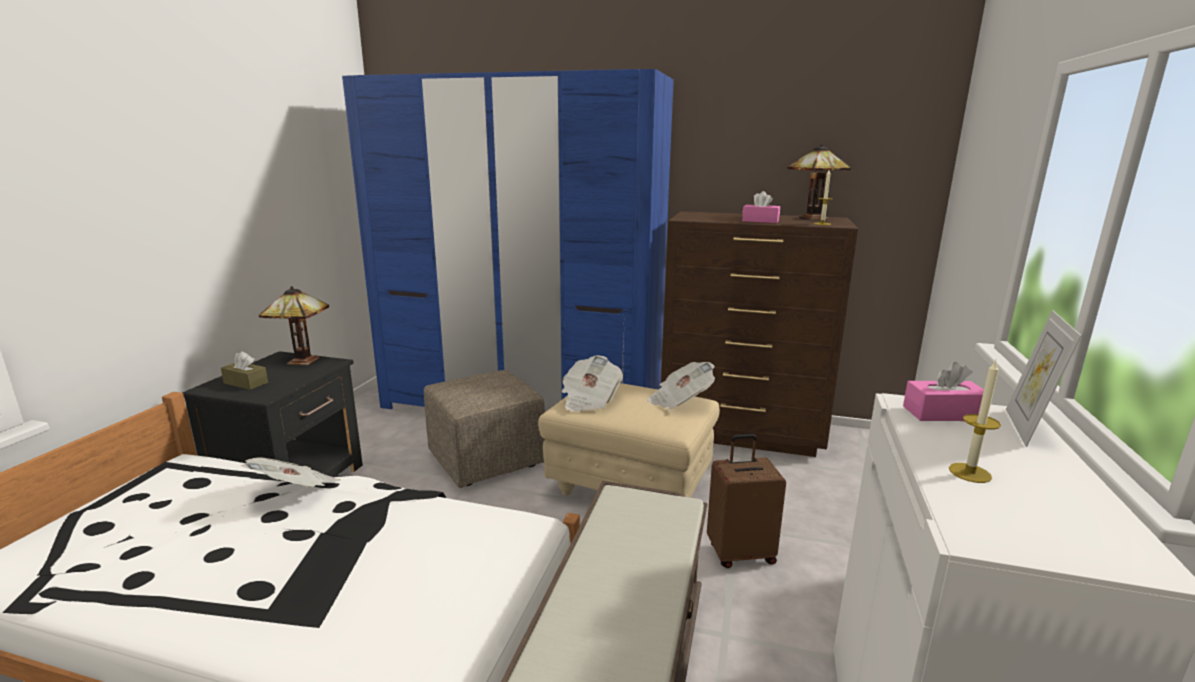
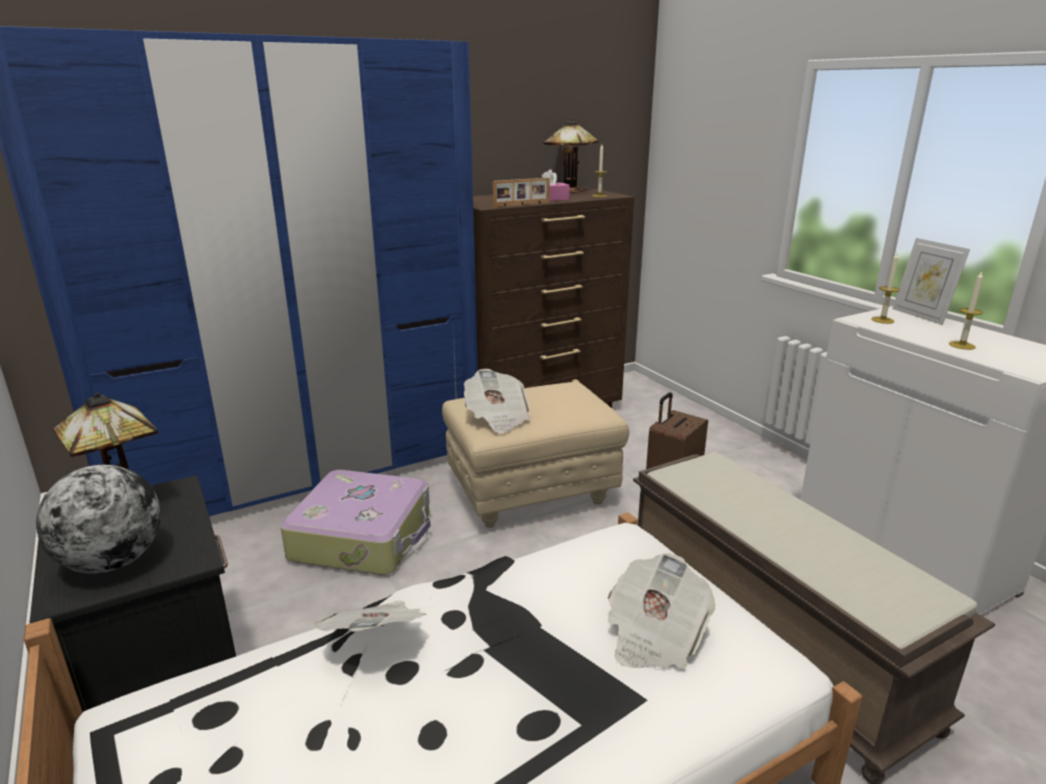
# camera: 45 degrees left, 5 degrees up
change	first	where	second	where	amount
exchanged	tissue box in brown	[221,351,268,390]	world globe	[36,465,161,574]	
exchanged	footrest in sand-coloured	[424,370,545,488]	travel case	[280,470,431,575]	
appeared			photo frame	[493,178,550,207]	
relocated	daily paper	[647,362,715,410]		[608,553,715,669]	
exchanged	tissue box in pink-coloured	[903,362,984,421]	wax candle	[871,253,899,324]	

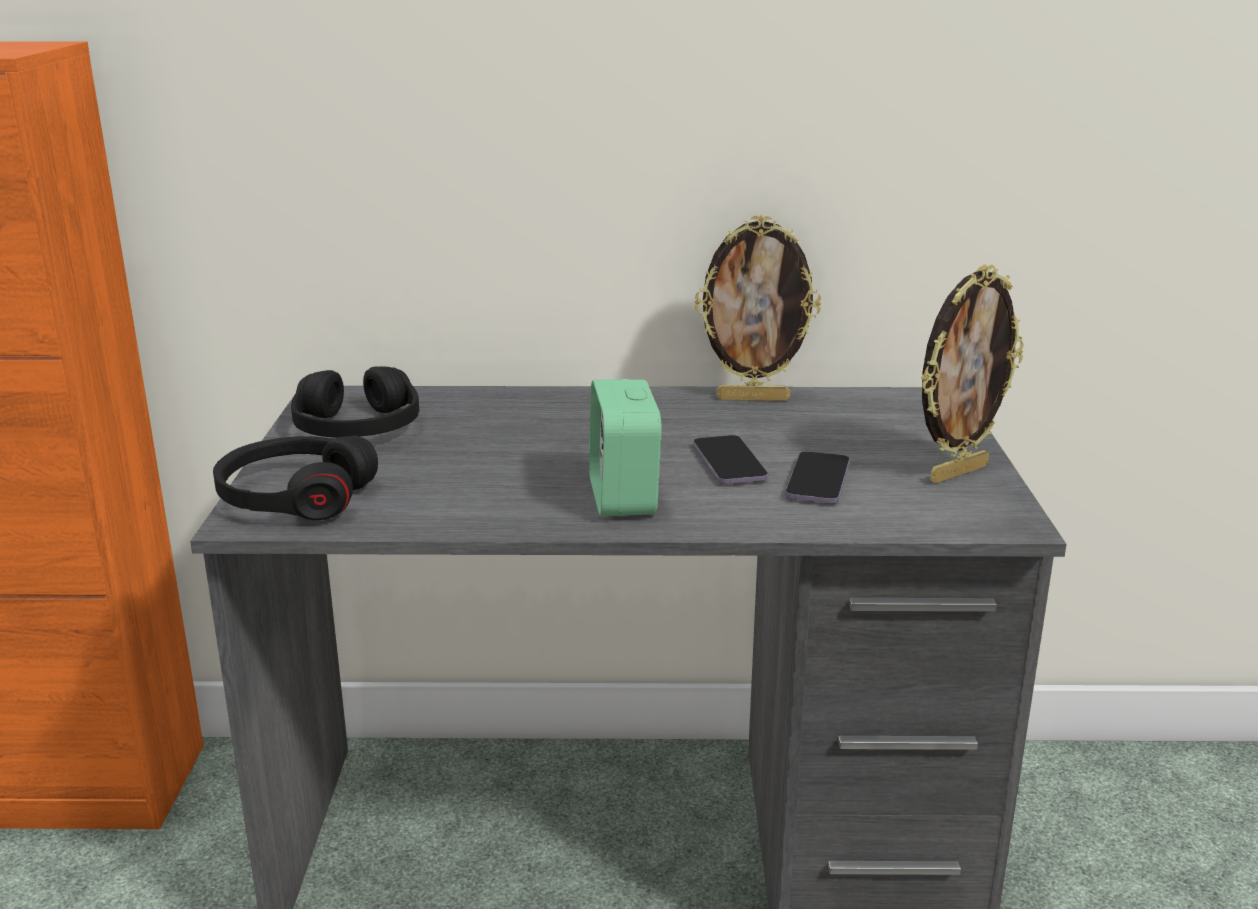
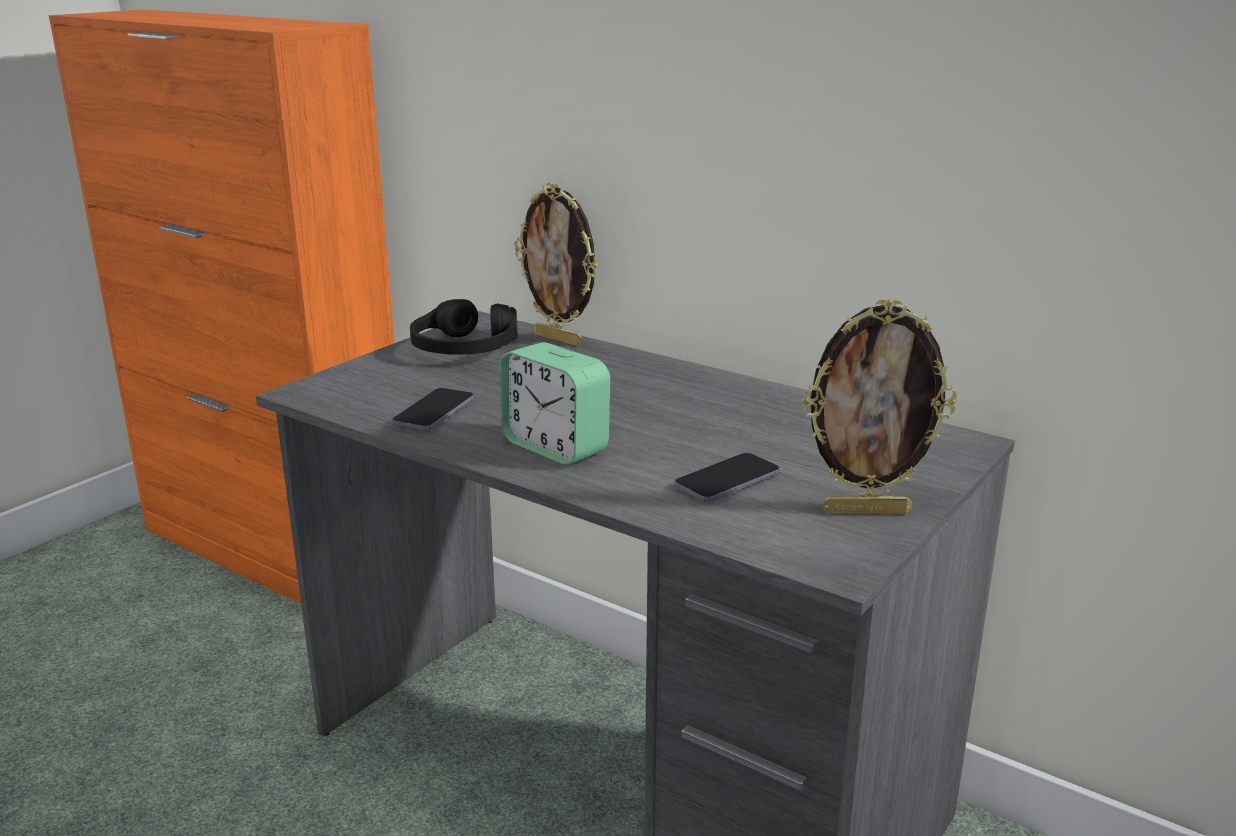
# camera: 35 degrees right, 0 degrees up
change	first	where	second	where	amount
relocated	telephone	[693,435,768,485]		[392,388,474,430]	
spun	table clock	[589,379,662,516]		[500,342,610,465]	75 degrees counterclockwise
relocated	photo frame	[694,215,821,401]		[514,182,598,346]	
missing	headset in black-coloured	[213,435,378,520]			

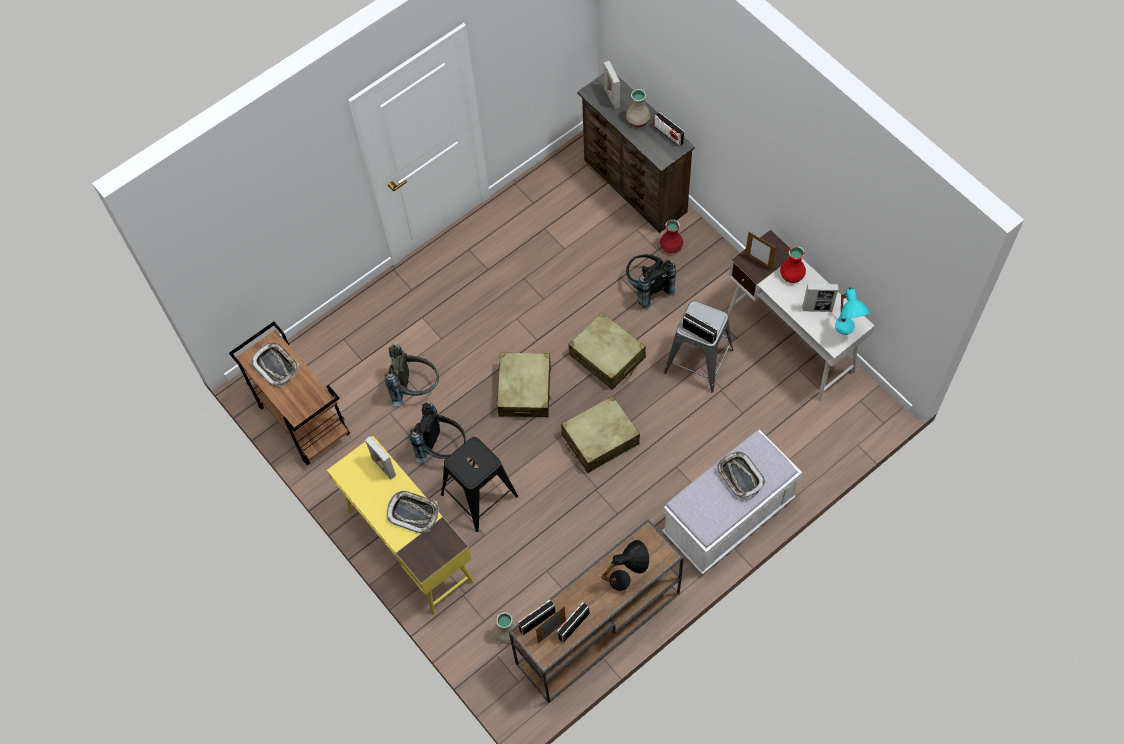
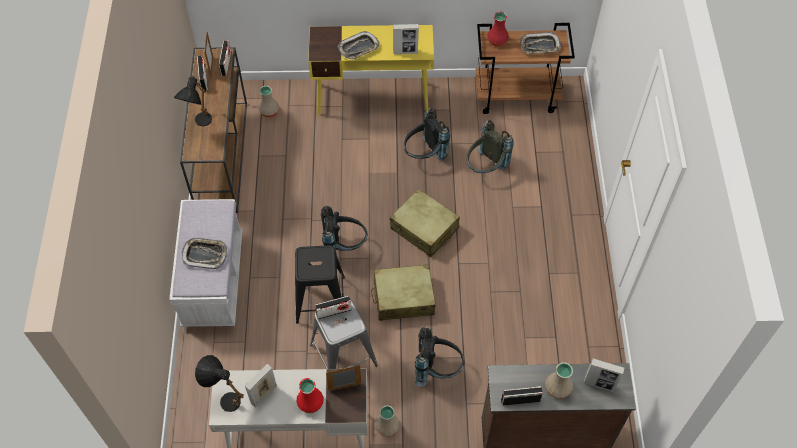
# camera: 125 degrees right, 5 degrees down
change	first	where	second	where	amount
colour	lamp for a table in turquoise	[835,287,871,335]	lamp for a table in black-coloured	[195,355,244,412]	
relocated	stool in black-coloured	[441,437,518,532]		[295,245,347,324]	
exchanged	travel case in sand-coloured	[561,395,640,473]	rucksack in black-coloured	[321,205,368,254]	
appeared			vase in sand-coloured	[375,405,400,437]	
relocated	vase in reddish	[660,219,683,254]		[487,12,509,46]	

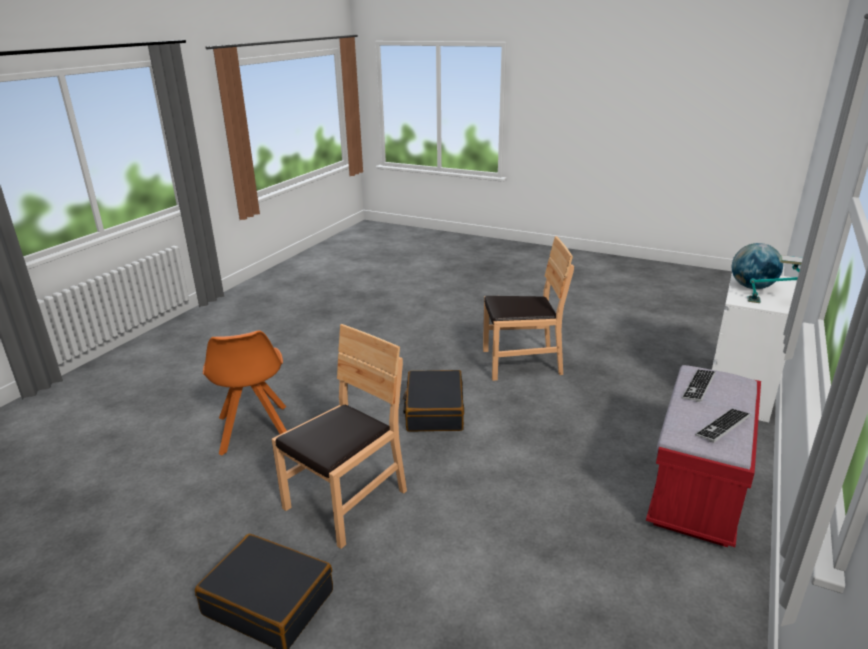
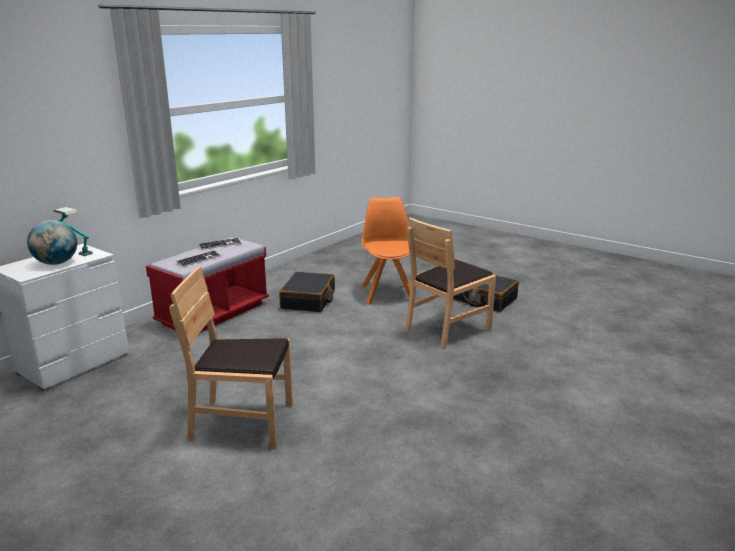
# camera: 170 degrees left, 5 degrees down
change	first	where	second	where	amount
relocated	travel case in black-coloured	[403,370,464,432]		[279,272,335,312]	
relocated	chair in orange	[203,330,287,455]		[361,196,416,305]	

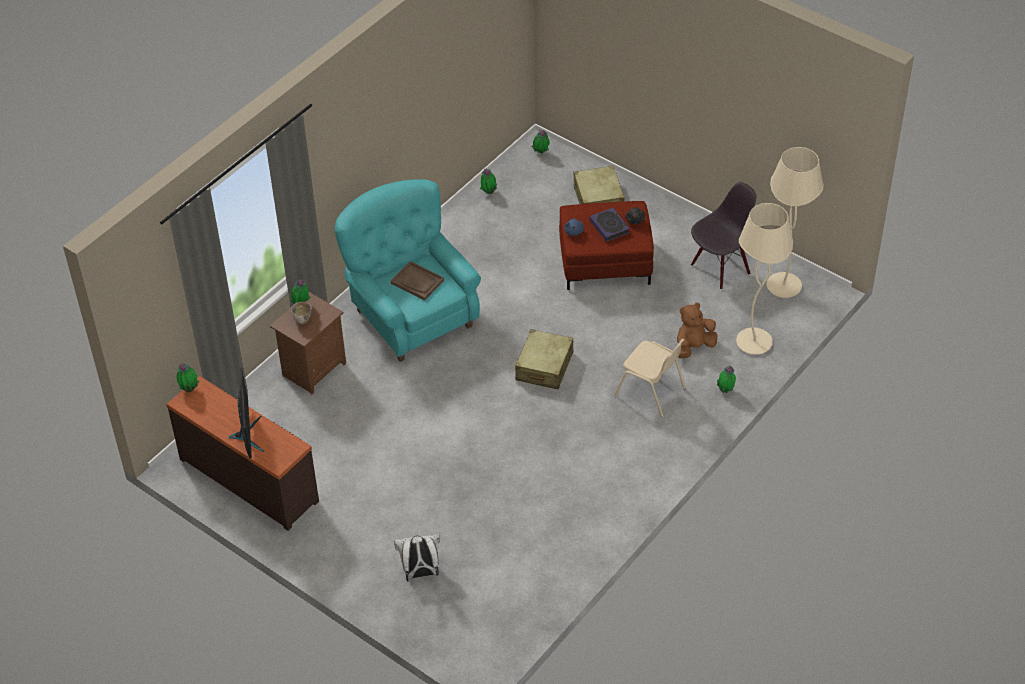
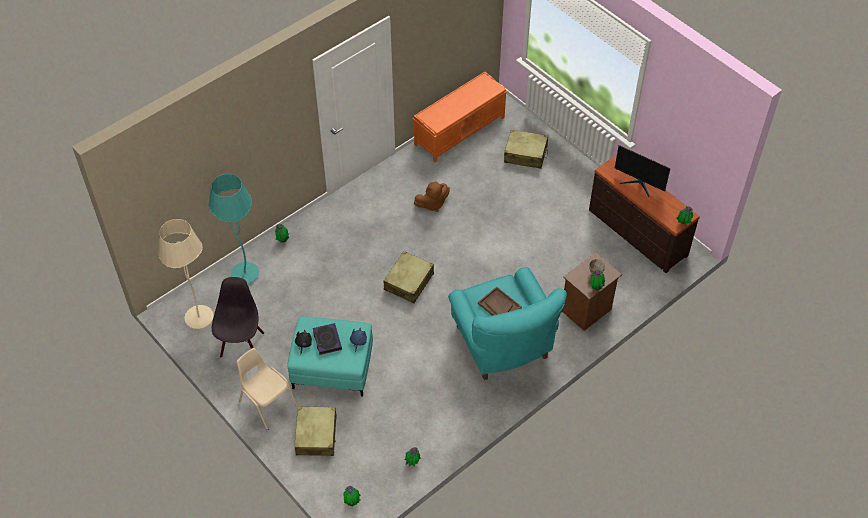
# camera: 170 degrees left, 5 degrees up
change	first	where	second	where	amount
colour	floor lamp in sand-coloured	[736,203,793,355]	floor lamp in turquoise	[208,174,259,284]	
spun	chair in black-coloured	[691,182,756,290]		[212,277,264,358]	120 degrees clockwise
relocated	chair in sand-coloured	[614,339,686,417]		[237,348,298,430]	
colour	footrest in reddish	[559,201,654,290]	footrest in turquoise	[287,316,373,397]	
appeared			bench in orange	[413,72,507,163]	
relocated	soft toy in brown	[677,303,717,358]		[414,182,450,212]	
exchanged	rucksack in white	[394,534,440,582]	travel case in sand-coloured	[504,130,548,169]	
spun	computer screen	[229,367,264,458]		[615,145,670,197]	60 degrees counterclockwise

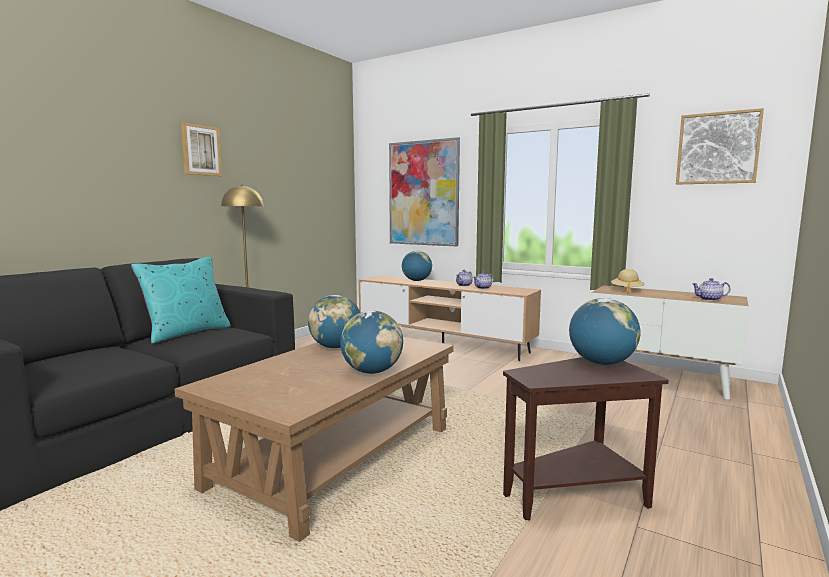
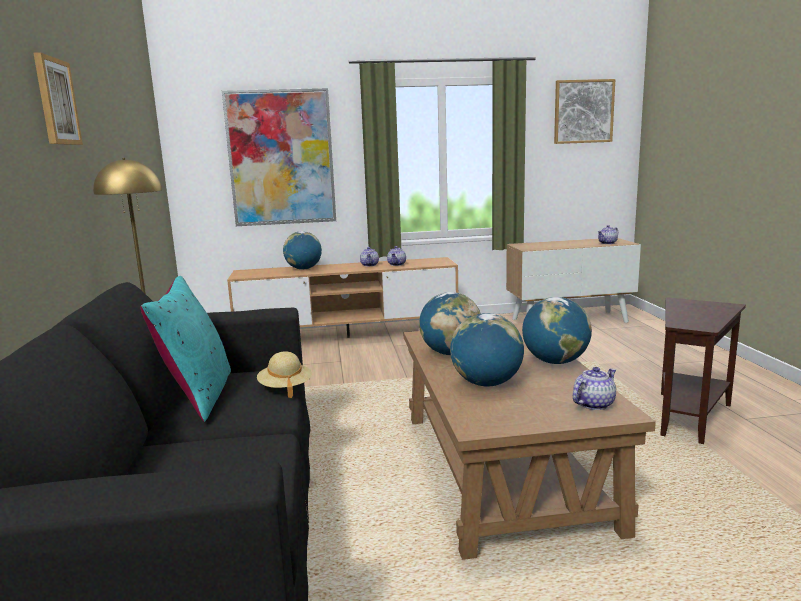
# camera: 40 degrees left, 5 degrees up
change	first	where	second	where	amount
relocated	wearable hat in sand-coloured	[611,269,645,293]		[257,351,312,398]	
relocated	world globe	[569,298,640,365]		[450,313,524,386]	
appeared			teapot	[573,367,616,410]	

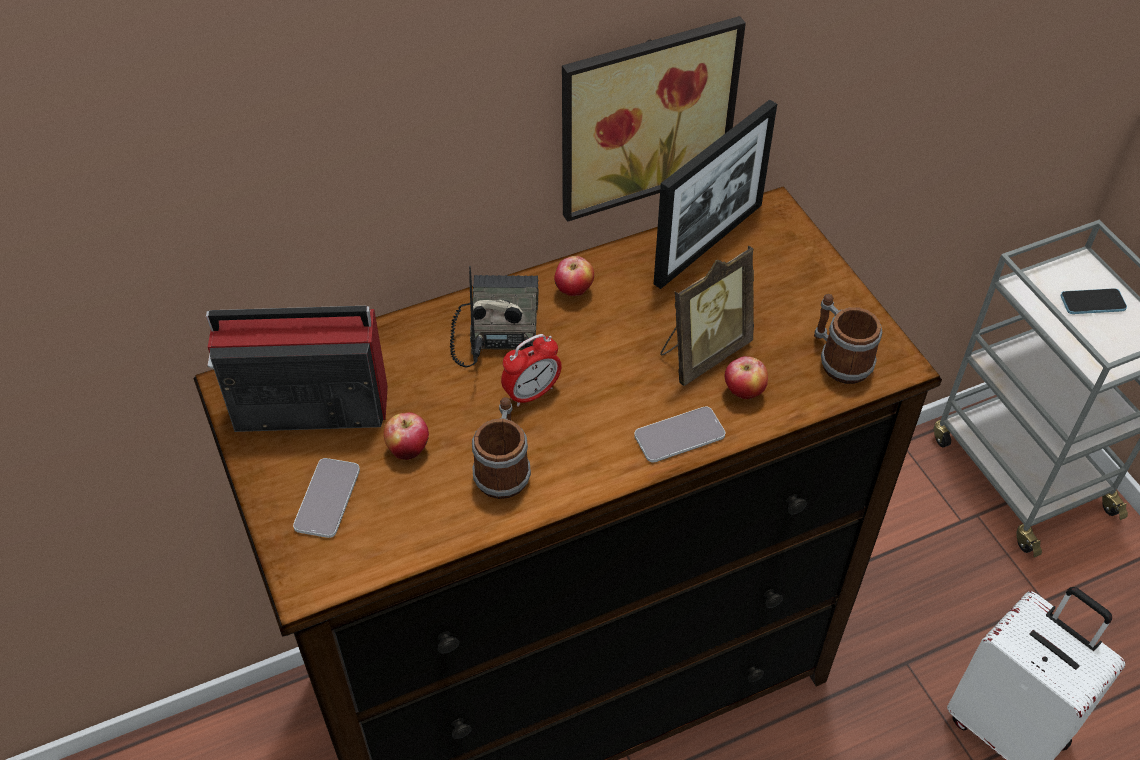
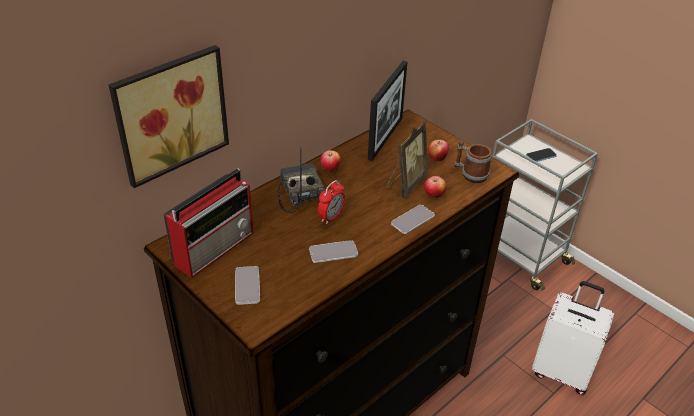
# camera: 20 degrees left, 10 degrees down
change	first	where	second	where	amount
relocated	wall art	[562,16,746,222]		[109,45,229,188]	
spun	radio	[206,306,388,432]		[164,169,253,278]	150 degrees clockwise
exchanged	mug	[472,397,531,499]	telephone	[309,240,358,263]	
relocated	apple fruit	[384,412,429,460]		[428,139,449,161]	

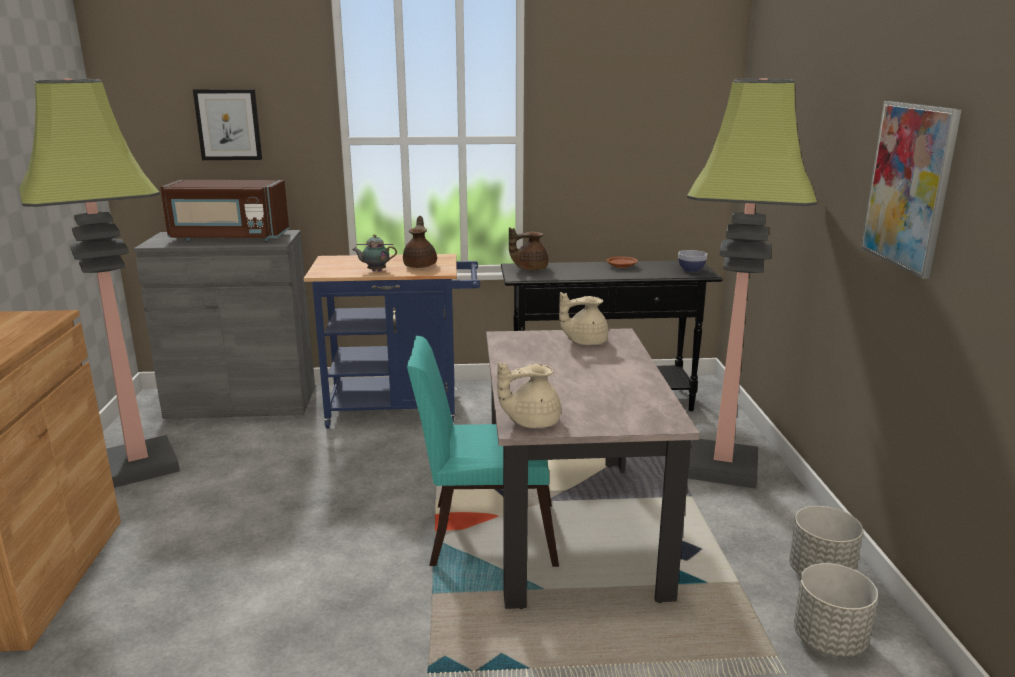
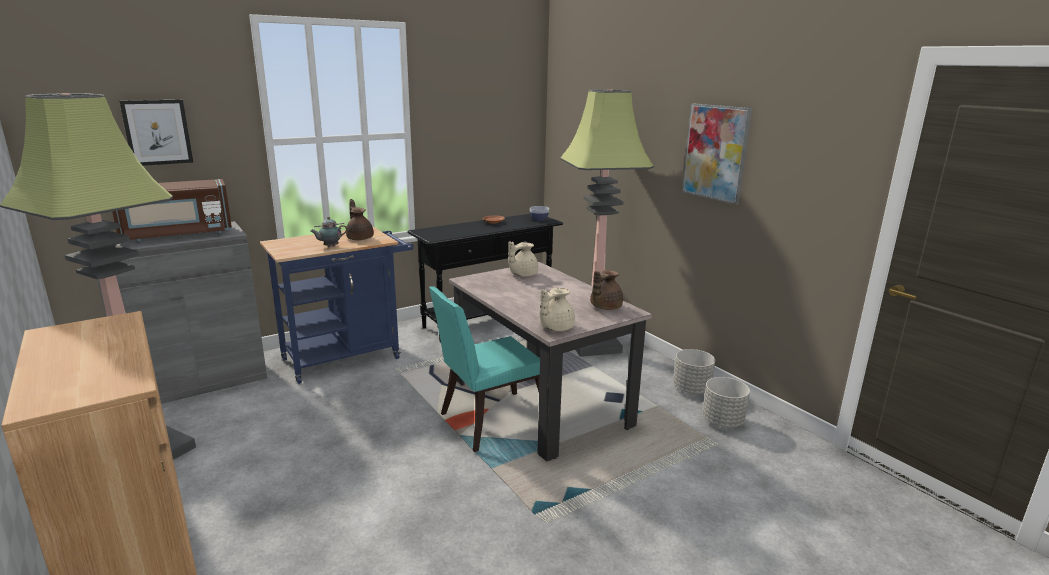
# camera: 30 degrees left, 0 degrees up
change	first	where	second	where	amount
relocated	teapot in brown	[509,228,548,271]		[590,270,623,310]	

